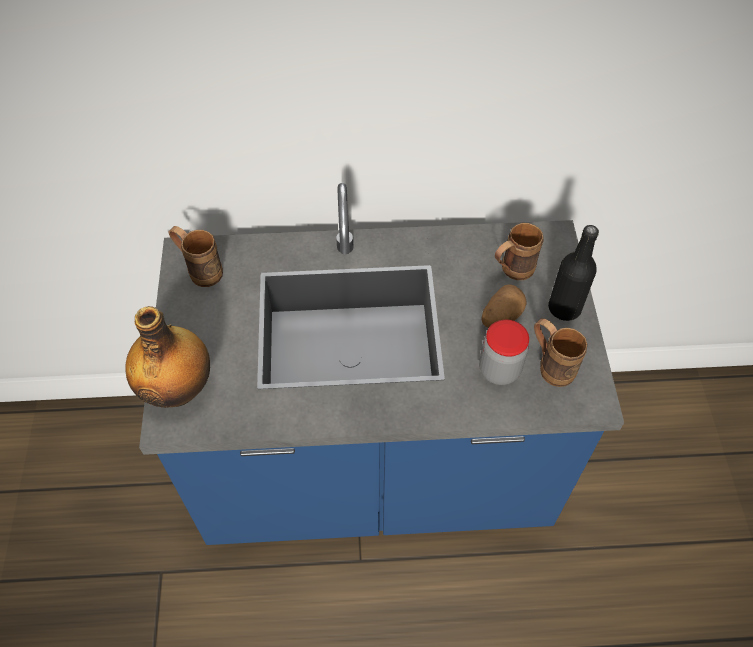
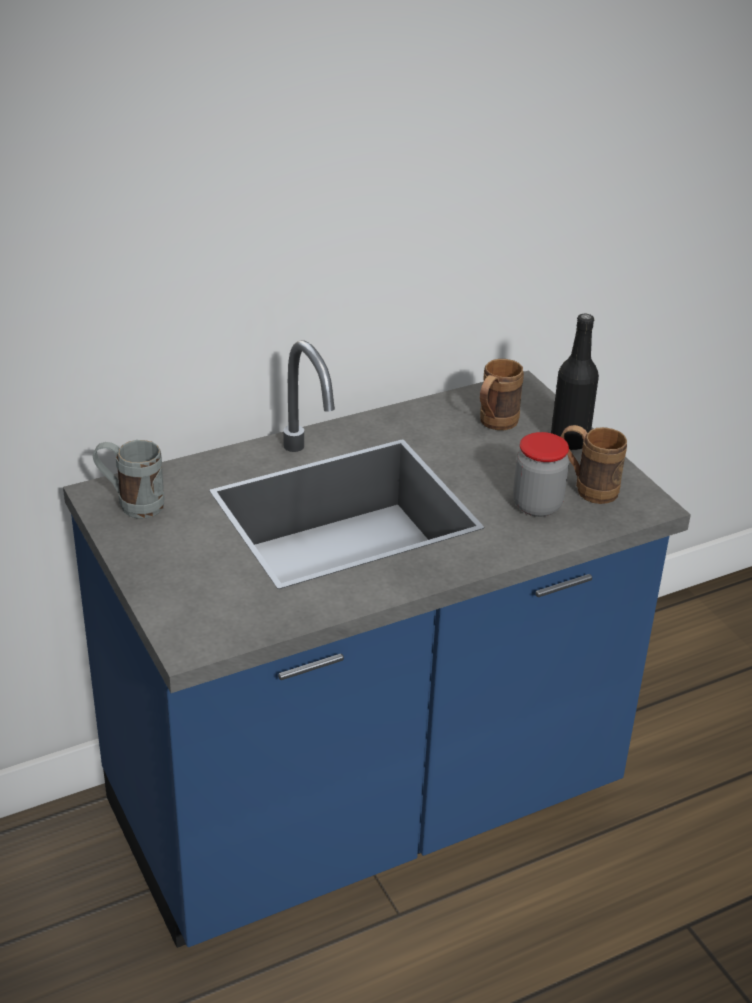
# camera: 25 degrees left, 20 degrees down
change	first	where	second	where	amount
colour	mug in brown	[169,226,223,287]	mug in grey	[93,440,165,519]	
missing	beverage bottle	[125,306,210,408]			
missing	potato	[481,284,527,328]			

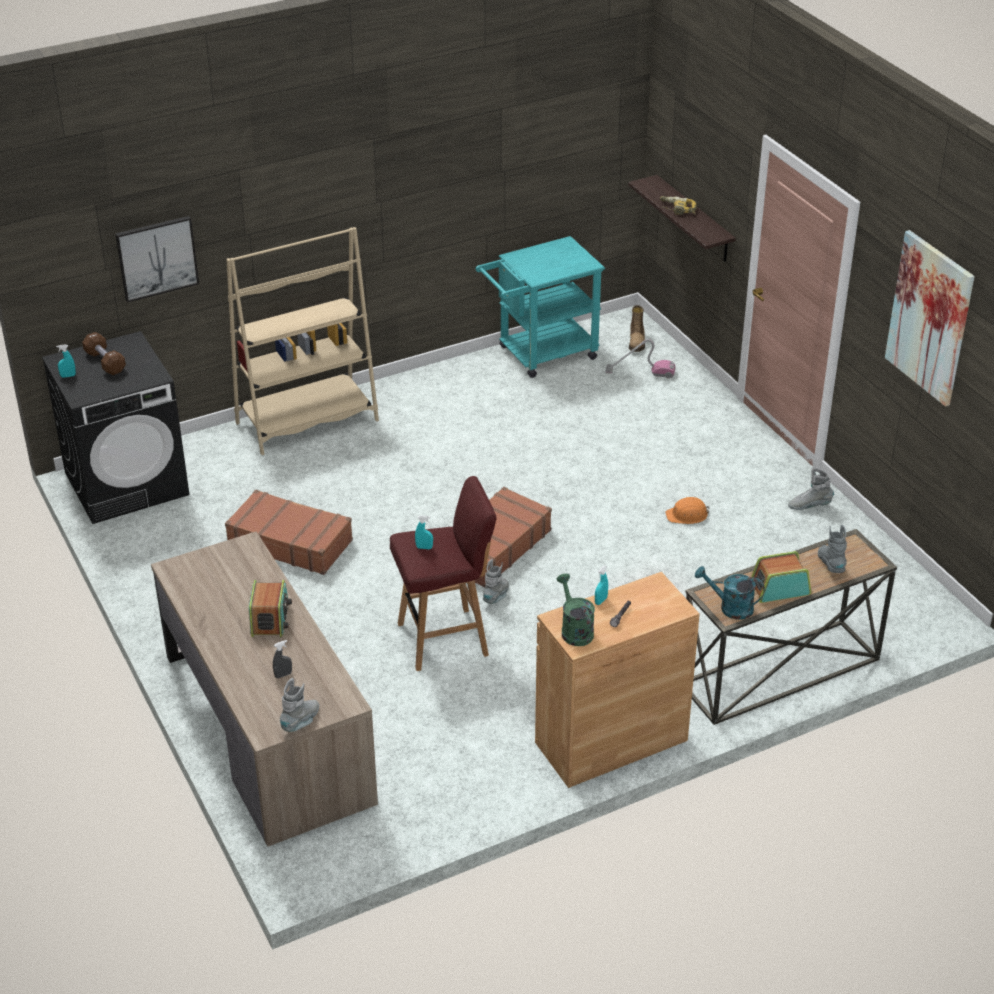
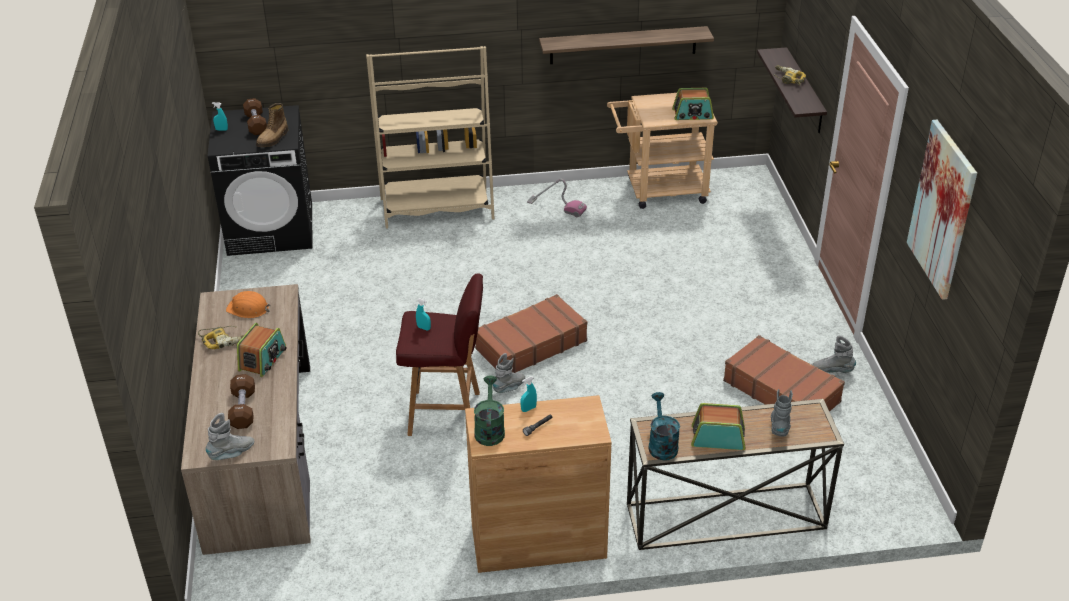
# camera: 20 degrees right, 0 degrees up
change	first	where	second	where	amount
appeared			electric drill	[198,326,244,349]	
relocated	work helmet in orange	[665,497,710,524]		[226,291,271,318]	
exchanged	hand sprayer in grey	[273,640,292,678]	hand weight in brown	[228,374,255,429]	
relocated	tall boot	[629,305,645,352]		[256,103,288,147]	
relocated	vacuum cleaner	[605,339,675,379]		[527,179,587,217]	
appeared			shelf	[539,26,714,64]	
colour	trolley in turquoise	[476,236,605,378]	trolley in sand-coloured	[607,93,718,209]	
spun	watering pot in turquoise	[695,566,765,620]		[648,392,680,461]	45 degrees clockwise
appeared			radio	[672,88,714,120]	
relocated	travel case in brown	[225,490,353,575]		[723,335,845,412]	
missing	wall art	[115,216,199,303]			

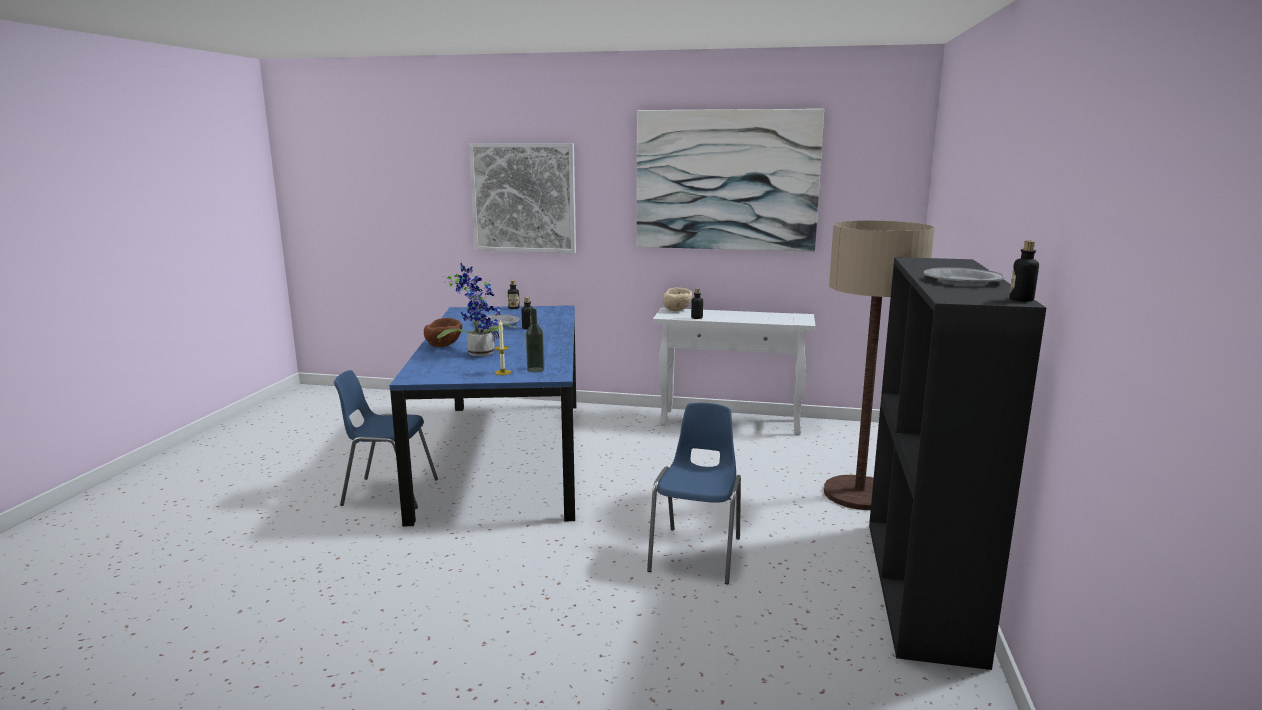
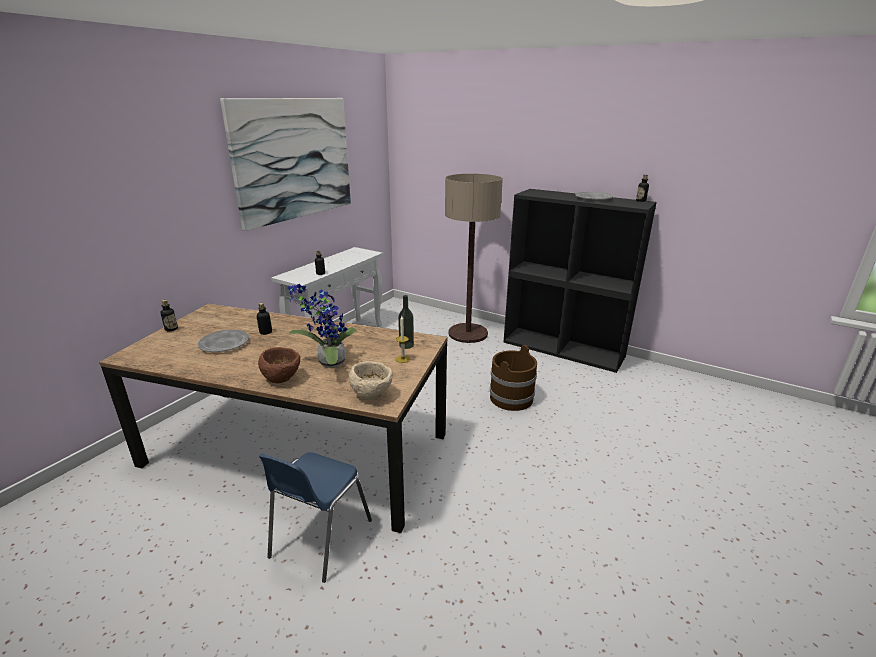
# camera: 70 degrees left, 10 degrees up
change	first	where	second	where	amount
colour	dining table in blue-coloured	[389,306,576,527]	dining table in brown	[99,304,447,533]	
relocated	bowl in sand-coloured	[663,287,692,311]		[349,361,393,400]	
exchanged	chair in blue-coloured	[647,403,741,585]	pail in brown	[490,345,537,411]	
missing	wall art	[469,143,576,253]			

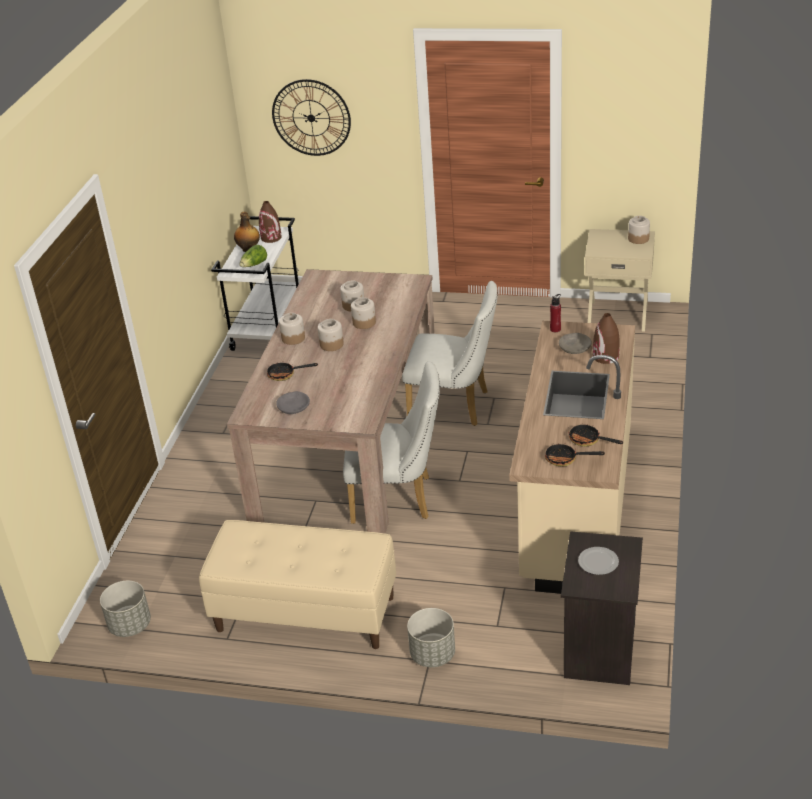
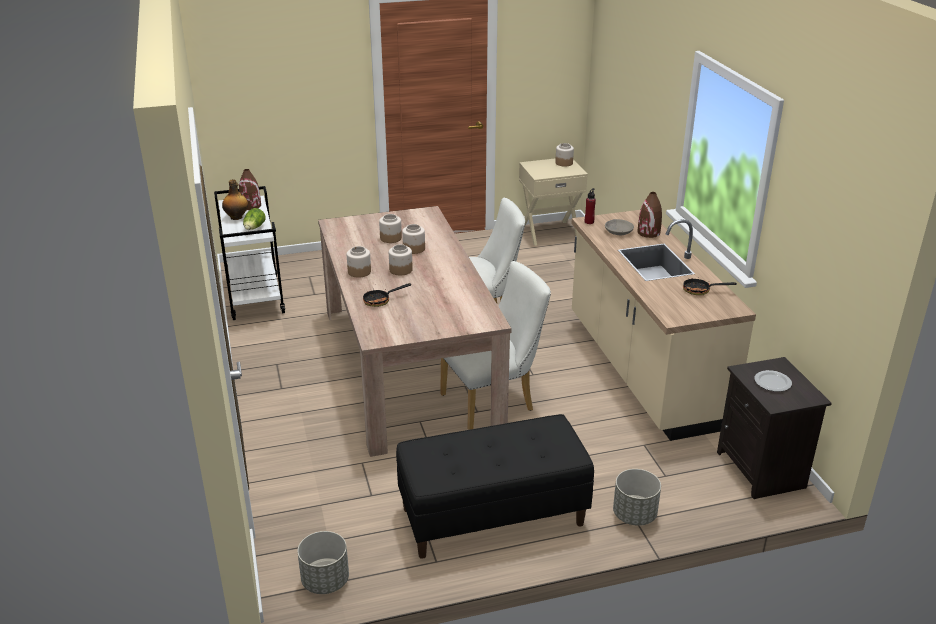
# camera: 30 degrees left, 5 degrees down
change	first	where	second	where	amount
colour	bench in sand-coloured	[199,520,396,649]	bench in black-coloured	[396,414,594,559]	
missing	clock on the wall	[272,79,351,156]			
missing	bowl in grey	[276,391,310,414]			
missing	frying pan	[545,439,605,466]			

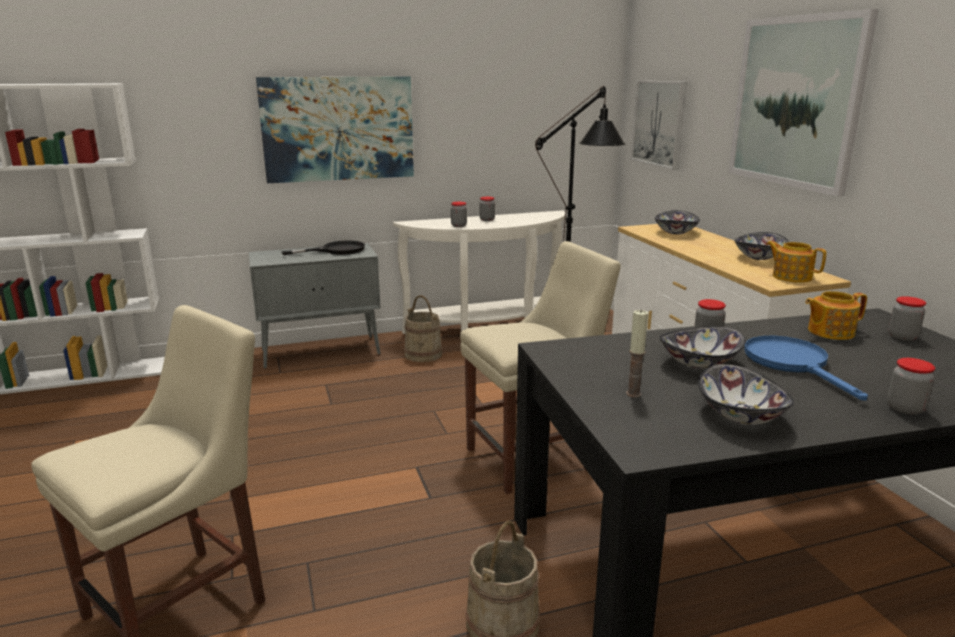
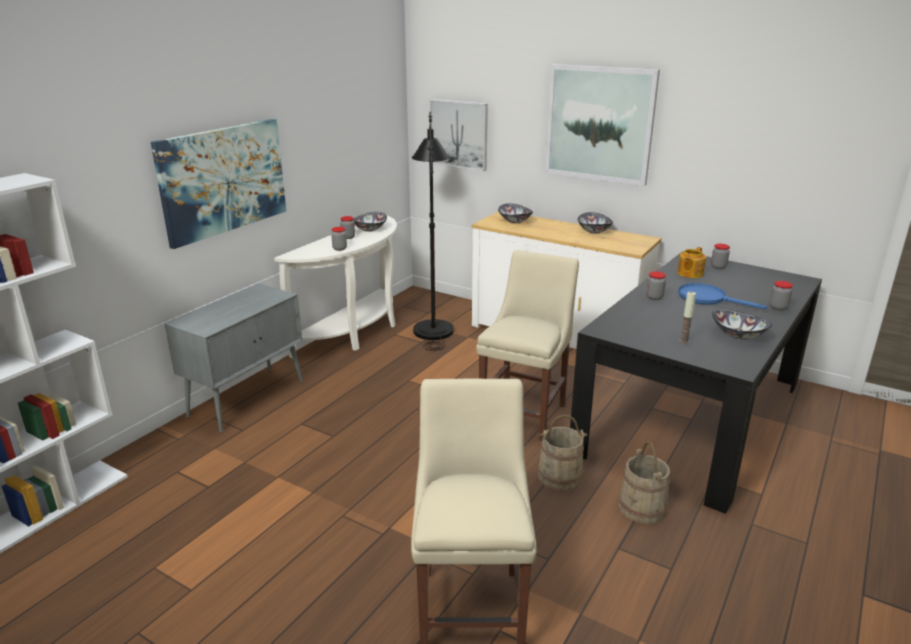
# camera: 40 degrees left, 5 degrees up
change	first	where	second	where	amount
relocated	bowl	[659,326,746,369]		[353,212,387,232]	
relocated	pail in sand-coloured	[404,295,442,362]		[538,415,587,490]	
missing	frying pan in black-coloured	[281,240,365,255]			
missing	teapot	[766,241,826,283]			

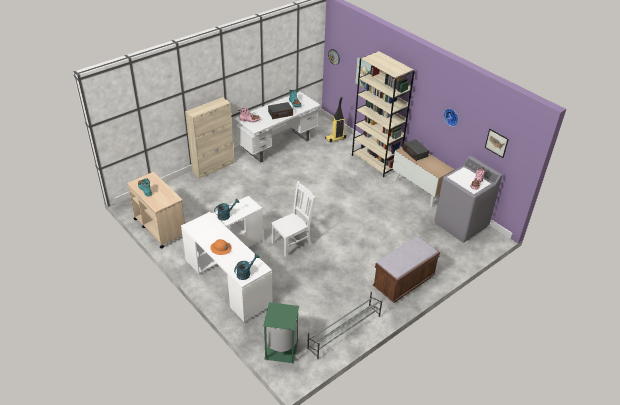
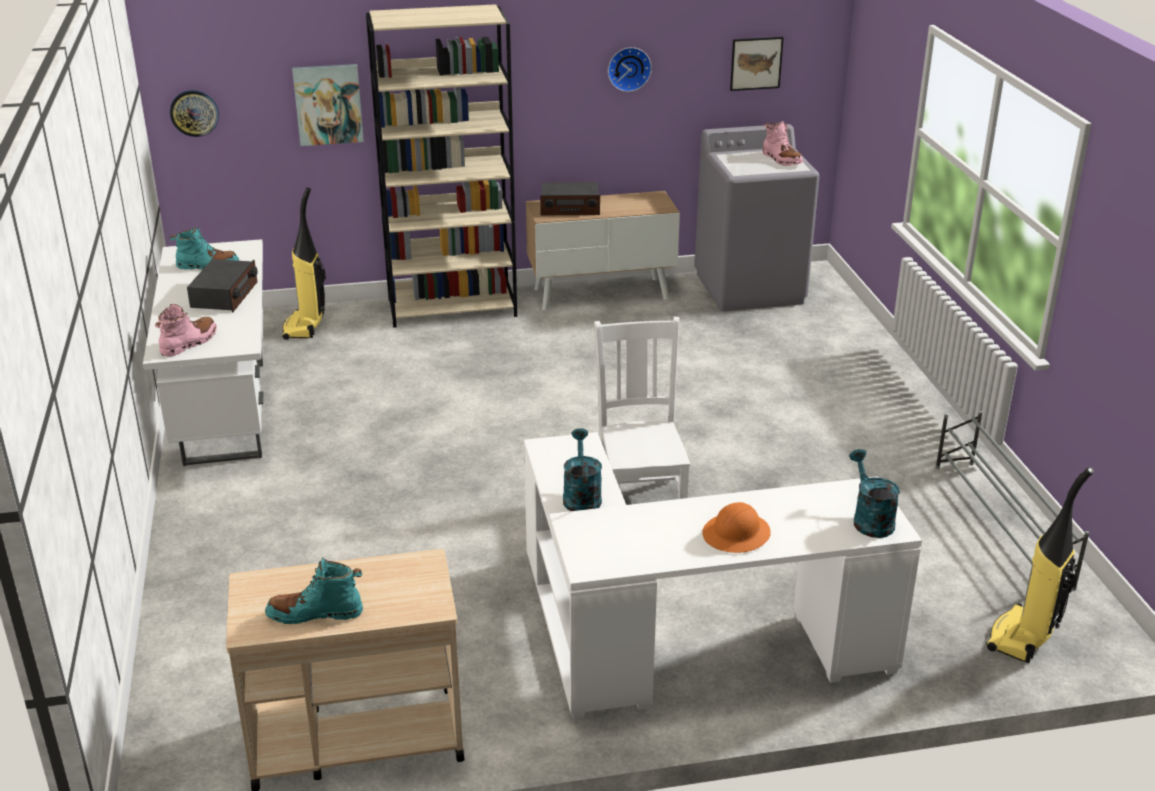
# camera: 60 degrees left, 10 degrees down
change	first	where	second	where	amount
exchanged	rubbish bin in greenish	[263,302,299,363]	vacuum cleaner	[986,467,1094,663]	
missing	cupboard in sand-coloured	[185,97,234,179]			
missing	bench in brown	[373,236,440,303]			

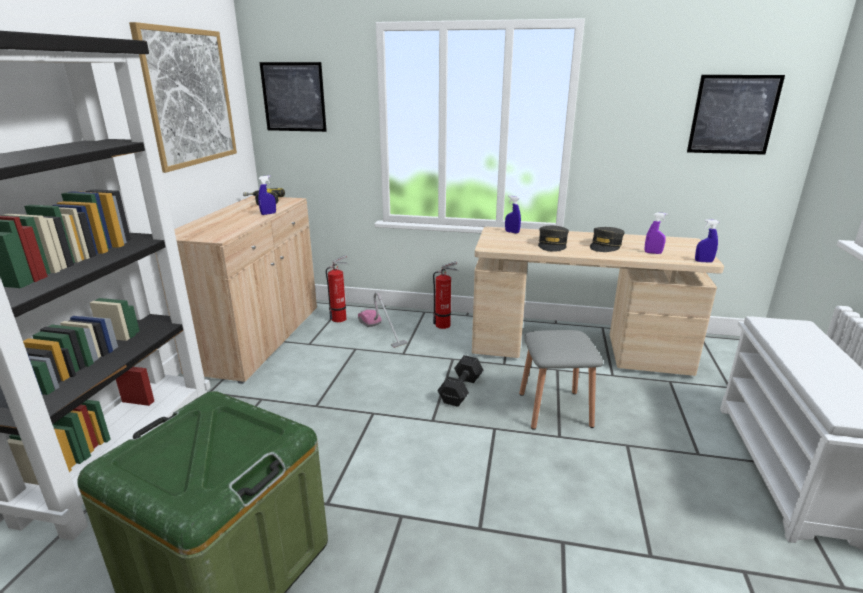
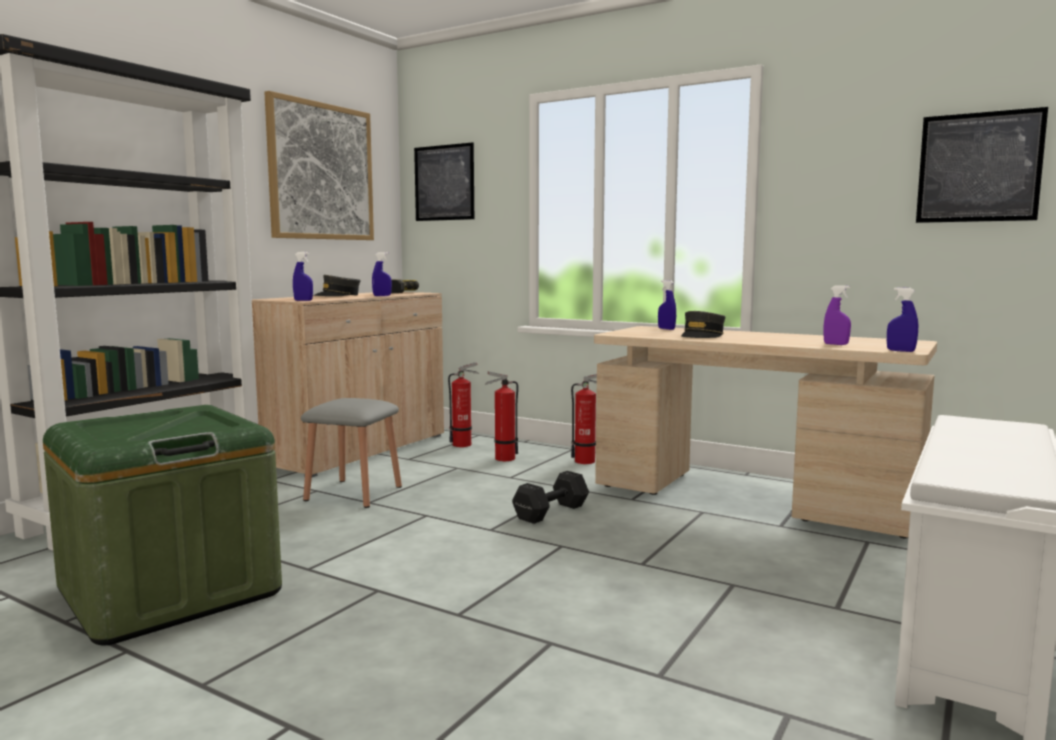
# camera: 20 degrees right, 15 degrees down
change	first	where	second	where	amount
appeared			hand sprayer in blue-coloured	[293,252,313,301]	
relocated	stool in grey	[519,330,603,430]		[301,398,402,508]	
relocated	cap in grey	[590,227,625,252]		[313,275,360,296]	
exchanged	vacuum cleaner	[358,292,407,348]	fire extinguisher	[486,371,518,461]	

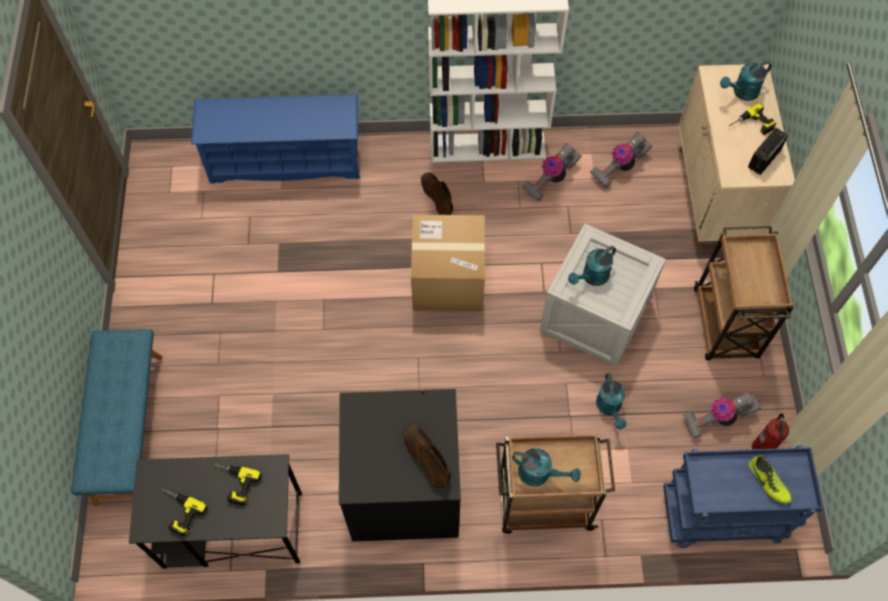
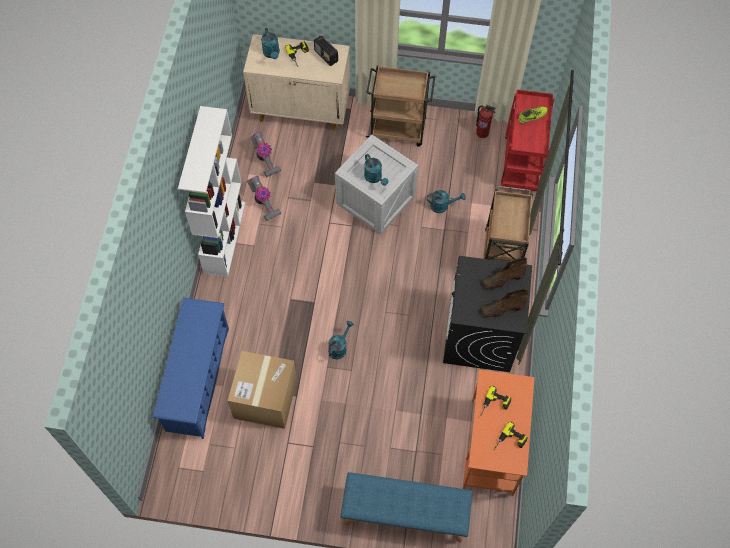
# camera: 80 degrees left, 0 degrees up
change	first	where	second	where	amount
relocated	carton	[411,214,485,312]		[227,351,297,429]	
relocated	watering pot in turquoise	[512,448,581,486]		[328,321,354,359]	
colour	desk in black-coloured	[129,454,302,568]	desk in orange	[463,370,535,496]	
relocated	tall boot in brown	[421,173,453,215]		[481,289,528,318]	
colour	trolley in blue-coloured	[663,445,824,548]	trolley in reddish	[501,90,554,191]	
missing	vacuum cleaner	[683,391,761,439]			

